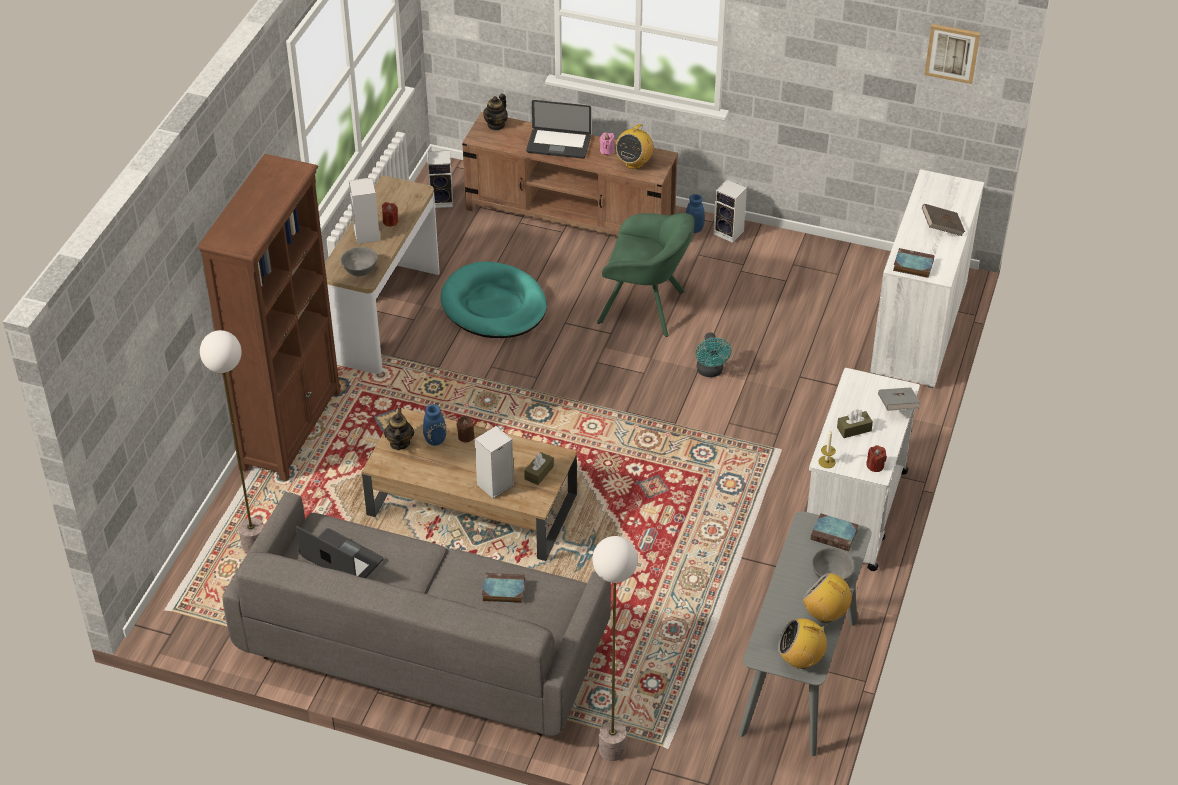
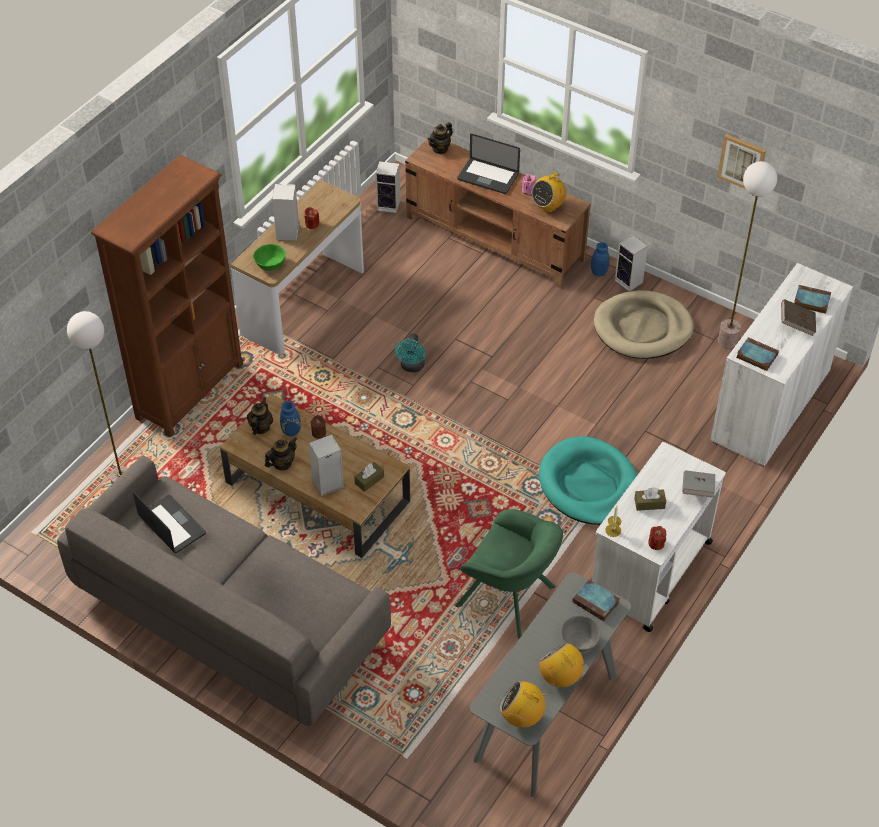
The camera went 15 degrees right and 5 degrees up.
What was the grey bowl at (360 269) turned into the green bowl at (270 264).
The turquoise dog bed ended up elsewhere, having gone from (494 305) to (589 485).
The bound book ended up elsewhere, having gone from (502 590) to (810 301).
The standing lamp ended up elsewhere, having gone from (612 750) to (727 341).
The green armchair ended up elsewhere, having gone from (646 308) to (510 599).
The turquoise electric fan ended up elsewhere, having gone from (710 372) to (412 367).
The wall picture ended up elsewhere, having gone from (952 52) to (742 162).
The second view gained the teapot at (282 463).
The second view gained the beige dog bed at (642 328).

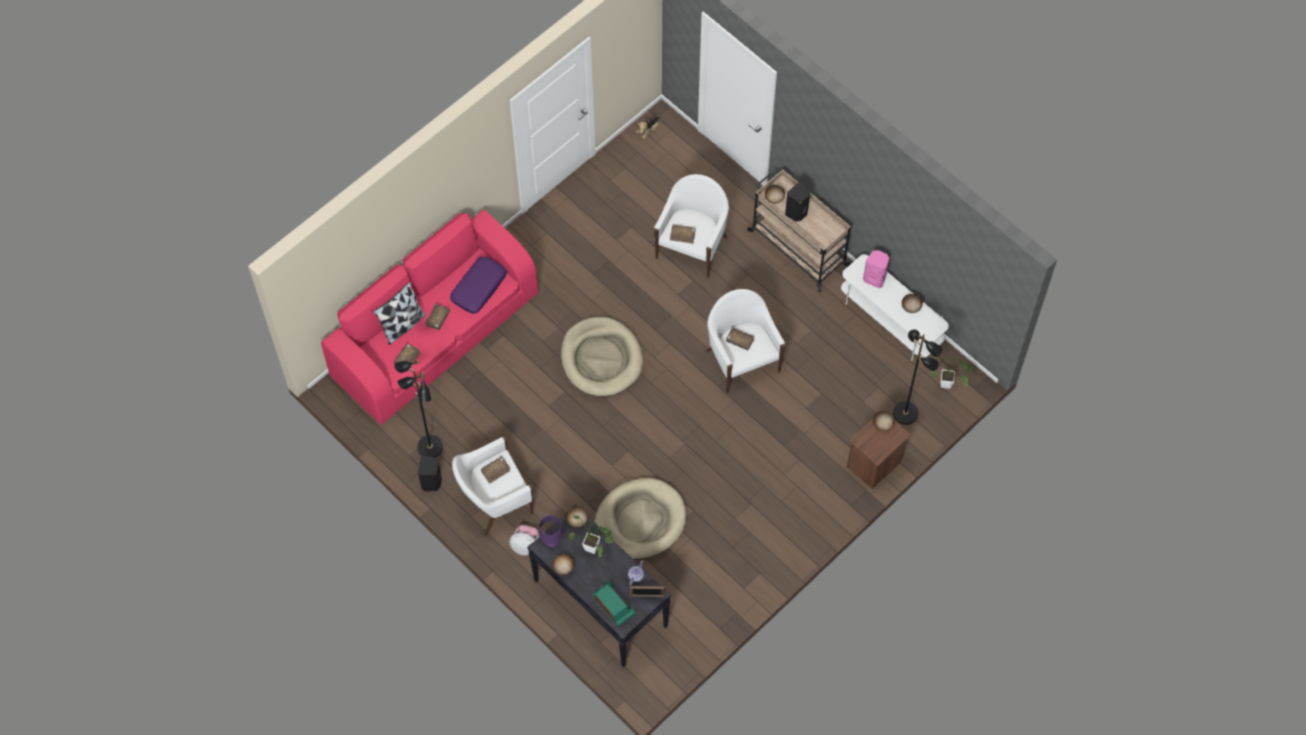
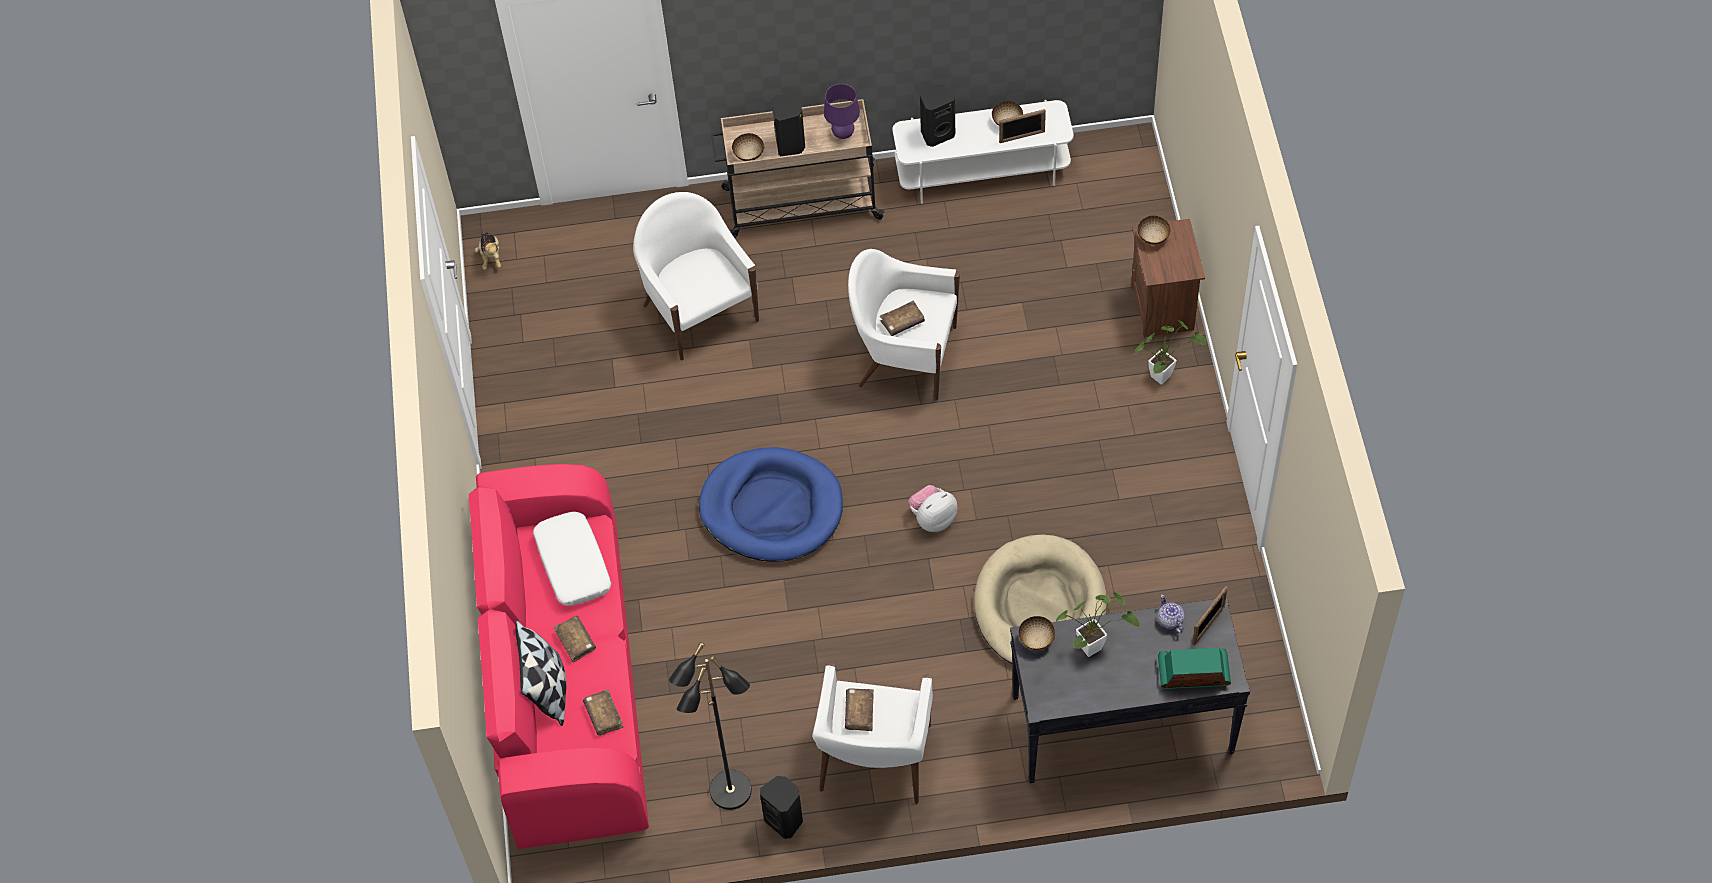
The camera went 50 degrees left and 5 degrees down.
What was the purple-coloured throw pillow at (478 288) turned into the white-coloured throw pillow at (572 564).
The cuddly toy ended up elsewhere, having gone from (525 545) to (933 518).
The purple-coloured table lamp ended up elsewhere, having gone from (552 542) to (843 134).
The second view lost the bowl at (563 568).
What was the beige dog bed at (601 359) turned into the bluish dog bed at (772 508).
The second view lost the brown bound book at (682 235).
What was the pink-coloured speaker at (875 278) turned into the black-coloured speaker at (937 133).
The second view lost the black-coloured standing lamp at (906 413).
The houseplant ended up elsewhere, having gone from (948 384) to (1164 374).
The second view gained the standing frame at (1022 137).

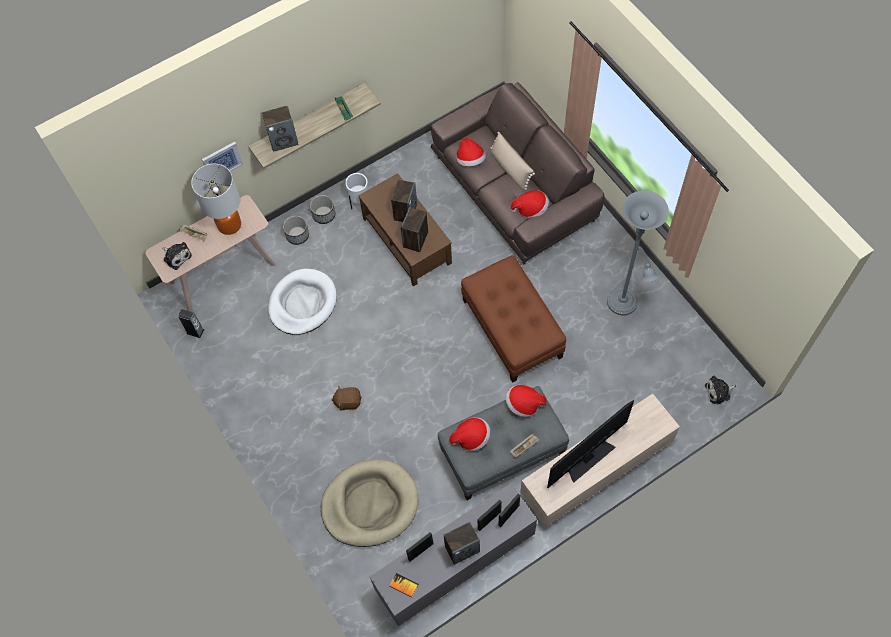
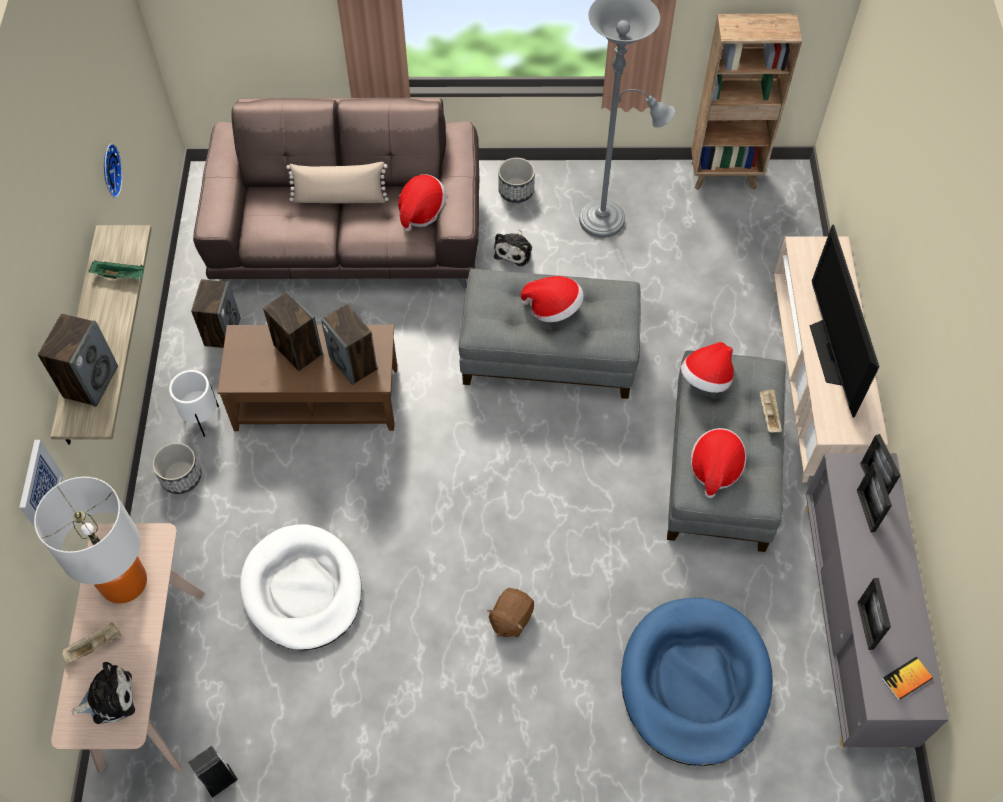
The camera went 60 degrees left and 5 degrees down.
The flower pot ended up elsewhere, having gone from (298 235) to (516 190).
What was the beige dog bed at (370 504) turned into the bluish dog bed at (695 682).
The speaker ended up elsewhere, having gone from (462 549) to (222 331).
The clothing hat ended up elsewhere, having gone from (470 160) to (553 308).
What was the brown ottoman at (512 328) turned into the grey ottoman at (549 352).
The cuddly toy ended up elsewhere, having gone from (719 391) to (514 250).
The second view gained the clock on the wall at (109 170).
The second view gained the brown shelving unit at (725 175).

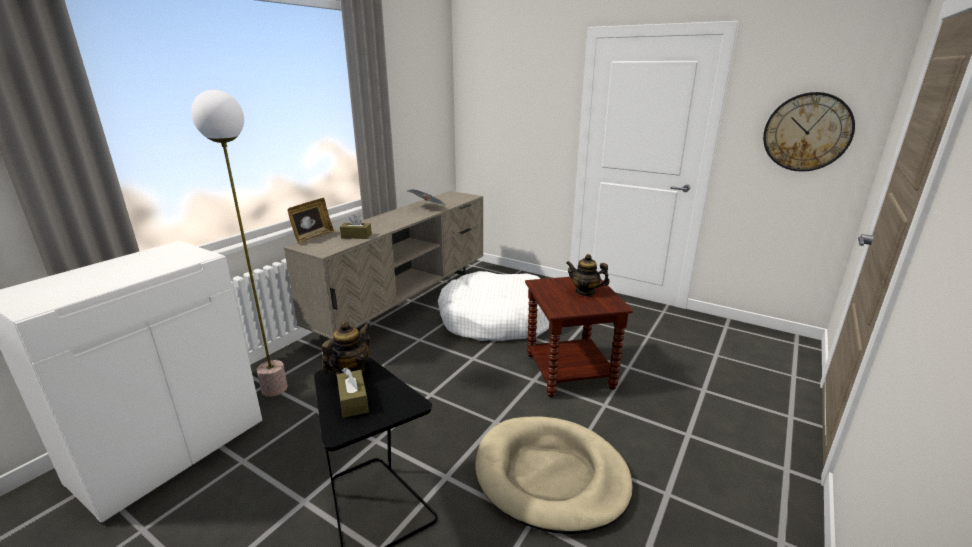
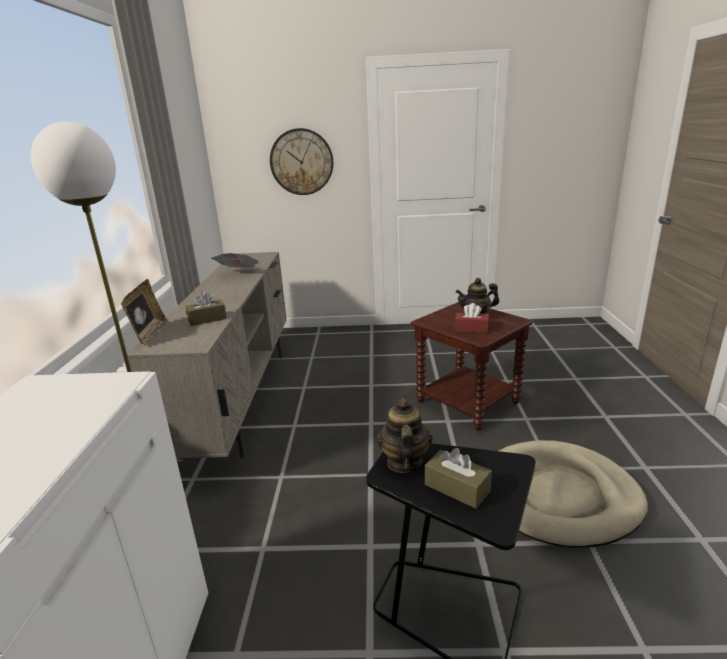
The camera went 30 degrees left and 0 degrees up.
The second view lost the white-coloured dog bed at (496 320).
The clock on the wall ended up elsewhere, having gone from (807 132) to (301 162).
The second view gained the red-coloured tissue box at (471 329).

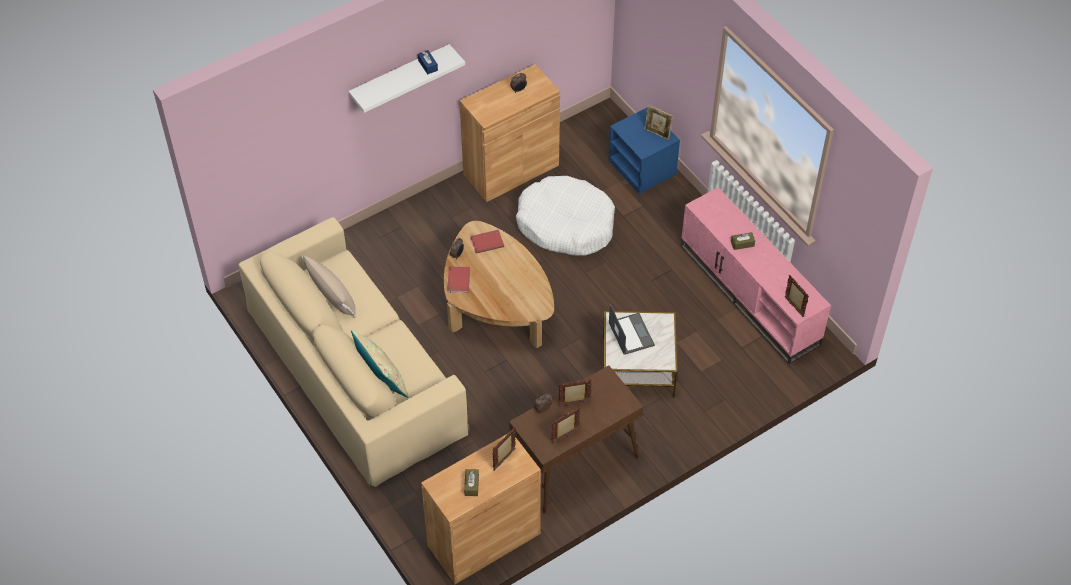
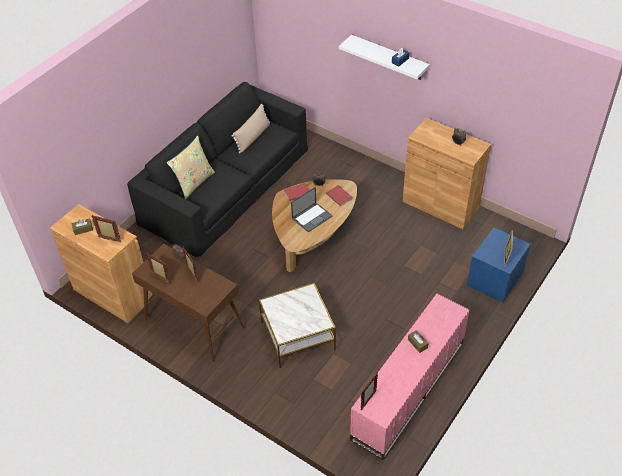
The camera went 70 degrees right and 5 degrees down.
What was the beige settee at (355 369) turned into the black-coloured settee at (225 184).
The second view lost the white-coloured dog bed at (565 224).
The notebook computer ended up elsewhere, having gone from (630 333) to (312 217).

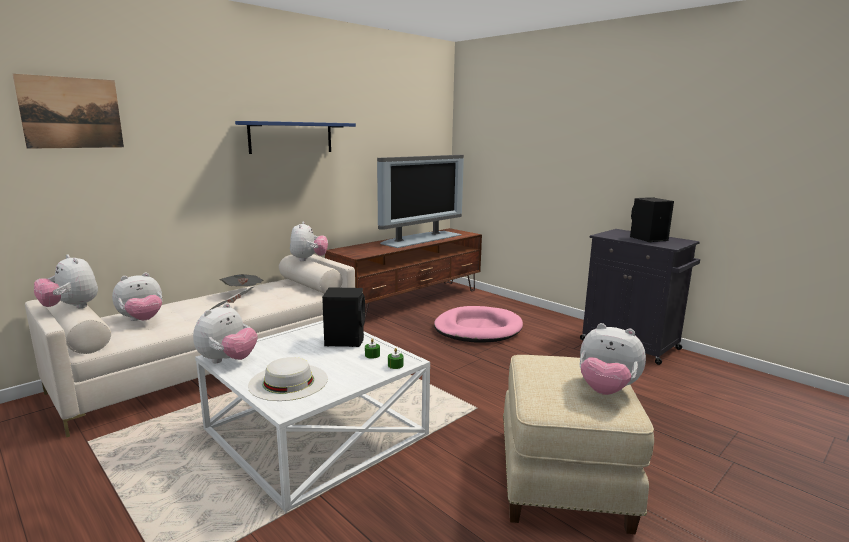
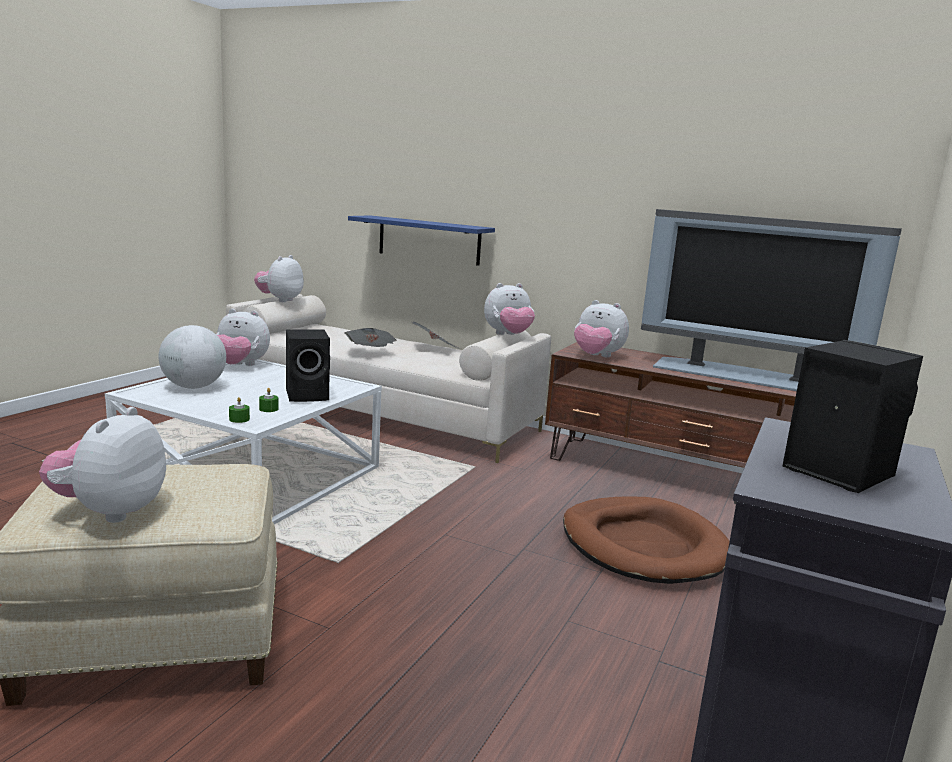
The camera went 70 degrees right and 0 degrees up.
The second view lost the wall picture at (72 113).
The cuddly toy ended up elsewhere, having gone from (142 320) to (597 356).
The bluish wall shelf ended up elsewhere, having gone from (291 137) to (429 240).
Where the white-coloured clothing hat stood at (288 381), the world globe came to stand at (193 387).
What was the pink-coloured dog bed at (478 329) turned into the brown dog bed at (643 545).

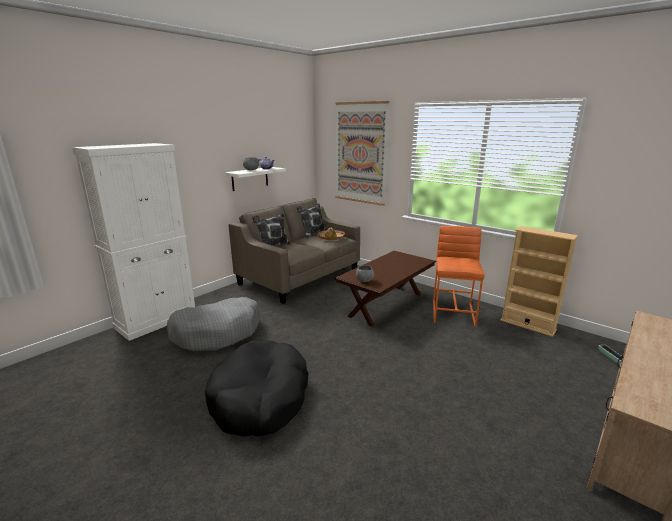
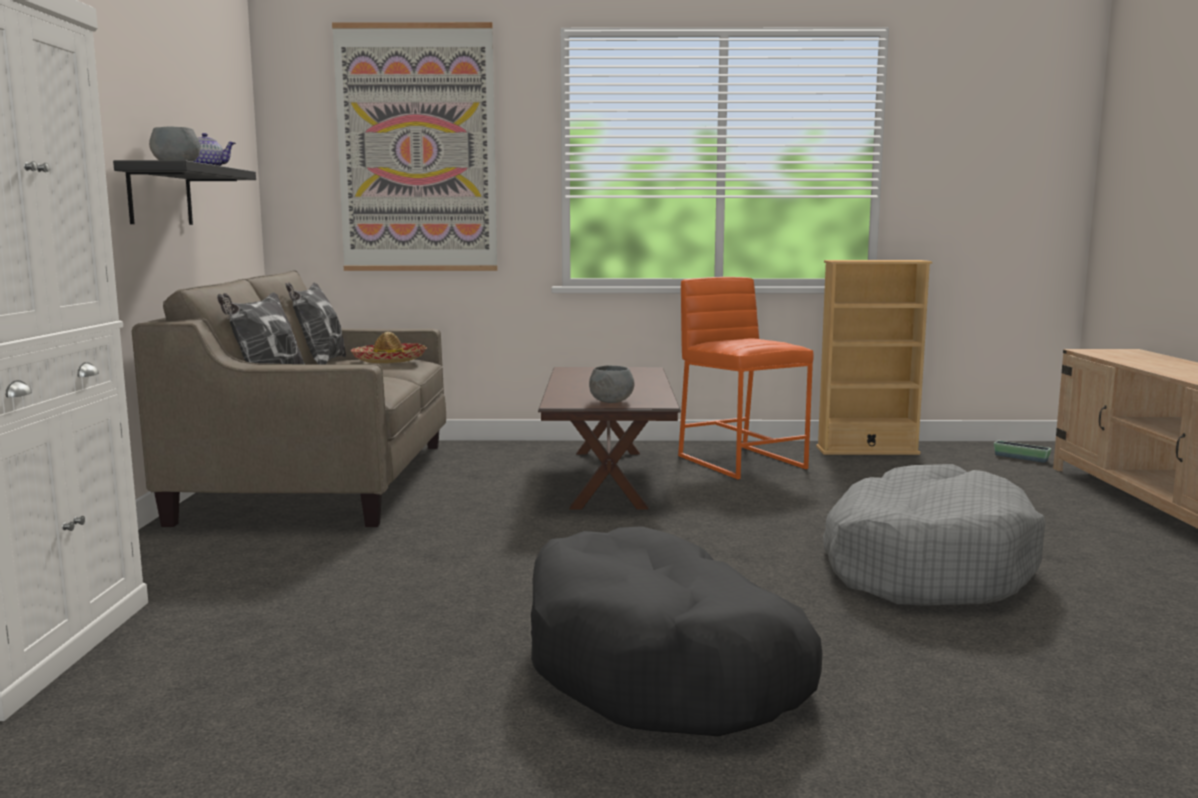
The camera went 40 degrees left and 10 degrees down.
The grey dog bed ended up elsewhere, having gone from (217 332) to (924 565).
What was the white-coloured wall shelf at (250 178) turned into the black-coloured wall shelf at (160 195).

